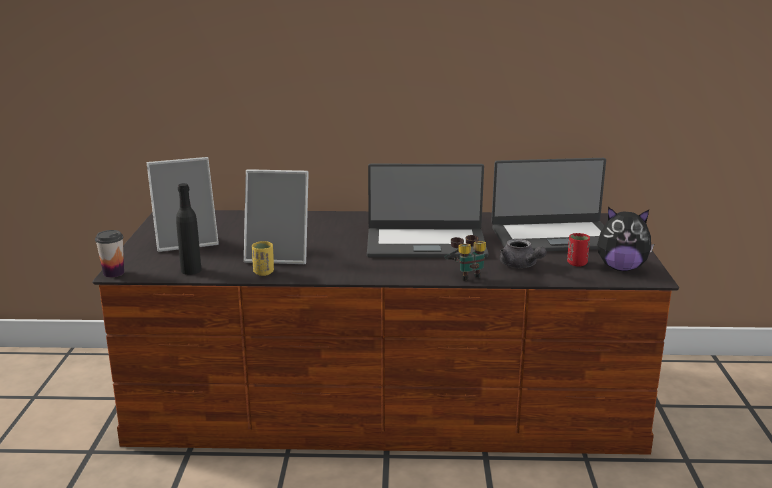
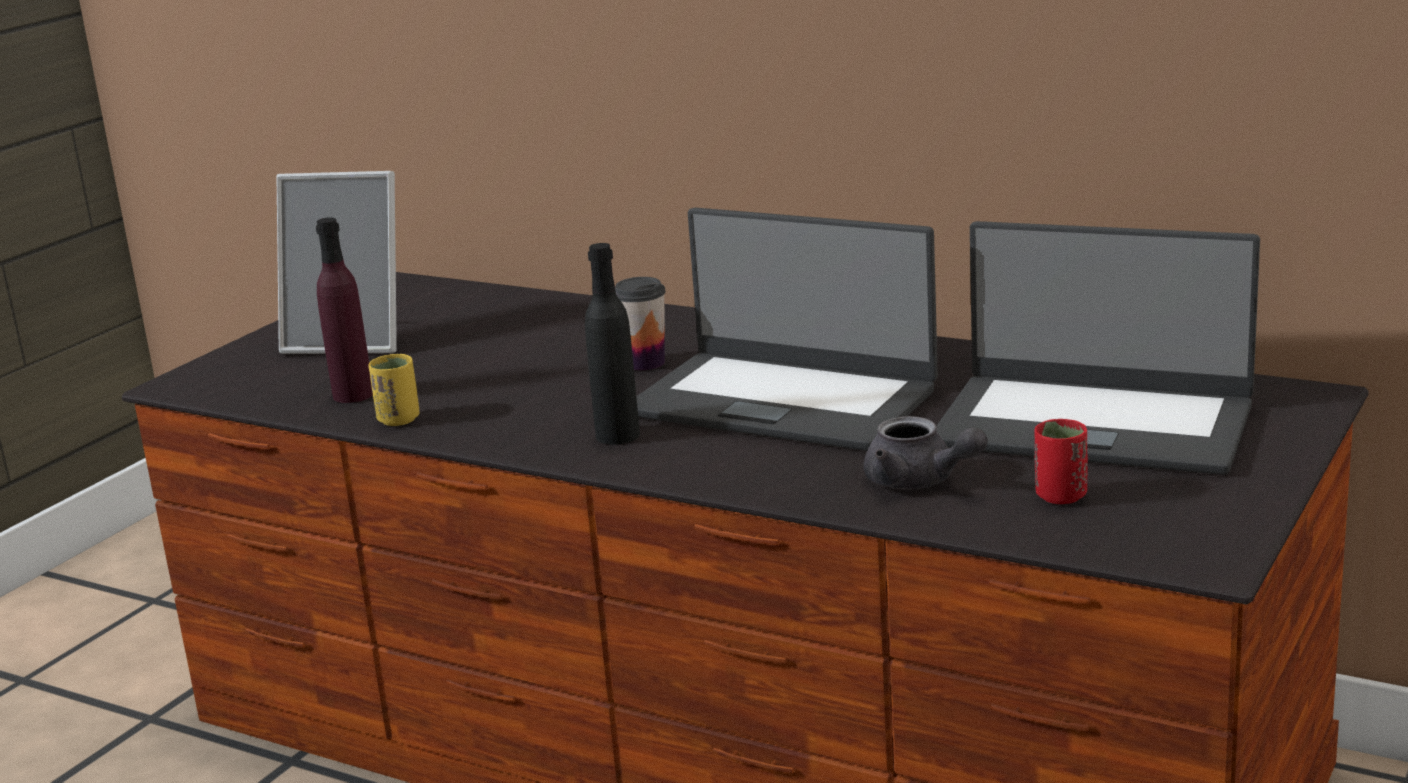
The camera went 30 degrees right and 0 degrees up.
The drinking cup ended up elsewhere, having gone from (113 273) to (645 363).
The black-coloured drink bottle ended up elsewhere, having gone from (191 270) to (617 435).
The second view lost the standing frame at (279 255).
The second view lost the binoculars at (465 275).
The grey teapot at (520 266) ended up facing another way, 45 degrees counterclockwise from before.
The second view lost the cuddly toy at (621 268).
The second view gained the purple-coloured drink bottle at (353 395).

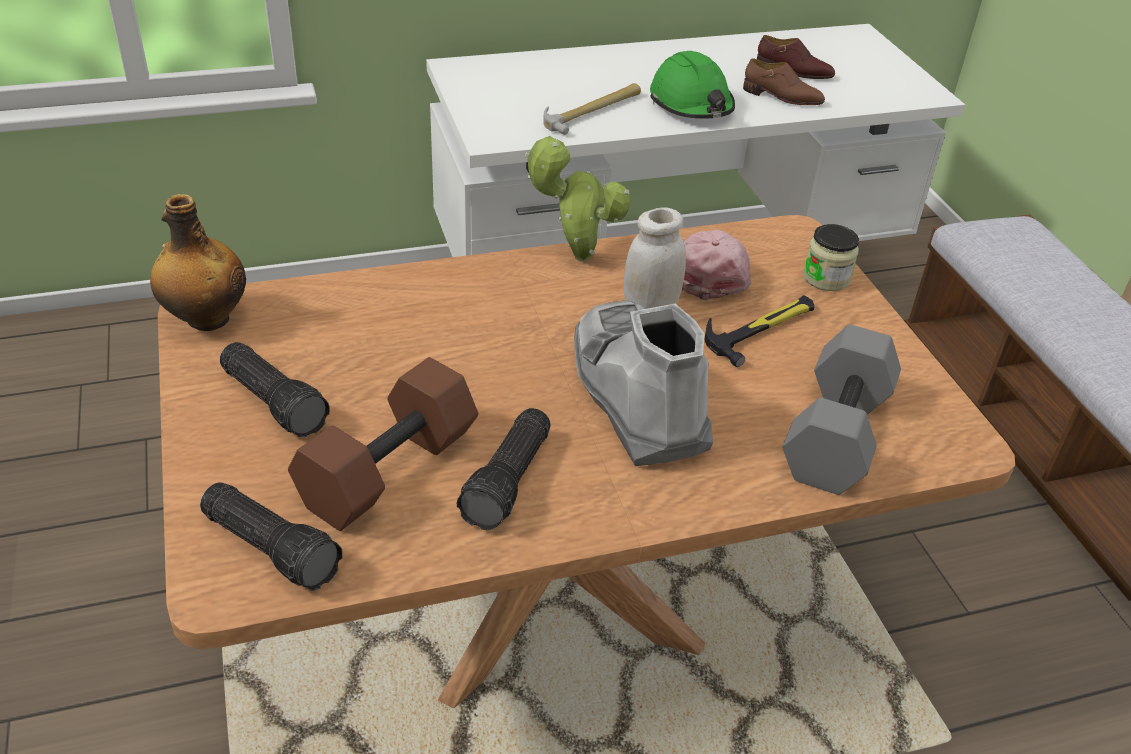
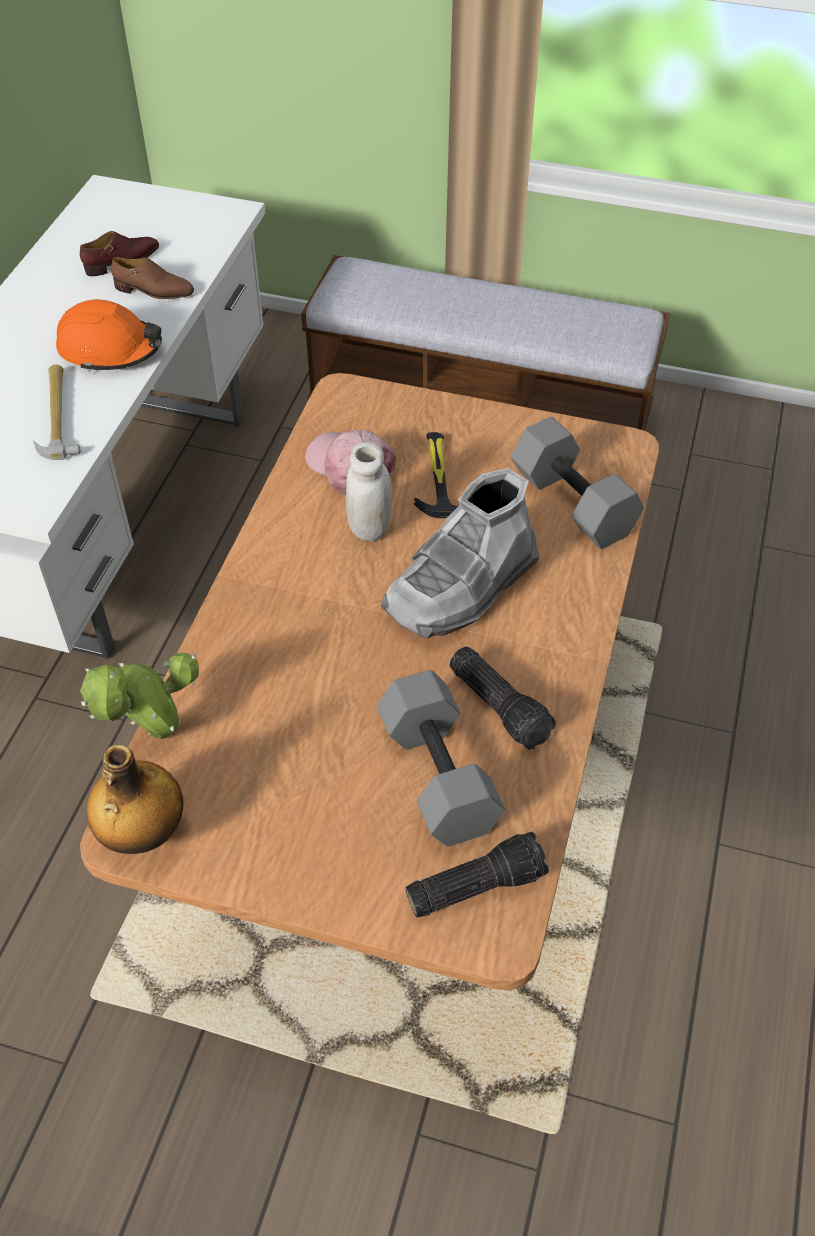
The camera went 55 degrees left and 10 degrees up.
The second view lost the hand torch at (276 401).
What was the brown hand weight at (387 467) turned into the grey hand weight at (435 775).
The houseplant ended up elsewhere, having gone from (575 256) to (155 737).
The grey high-top boot at (636 397) ended up facing another way, 60 degrees counterclockwise from before.
What was the green work helmet at (691 104) turned into the orange work helmet at (110 349).
The brown low shoe at (782 97) ended up facing another way, 45 degrees clockwise from before.
The second view lost the jar at (826 278).

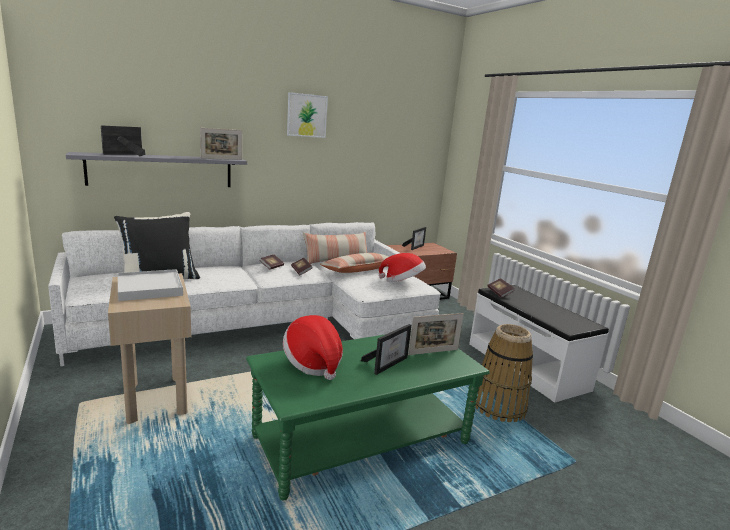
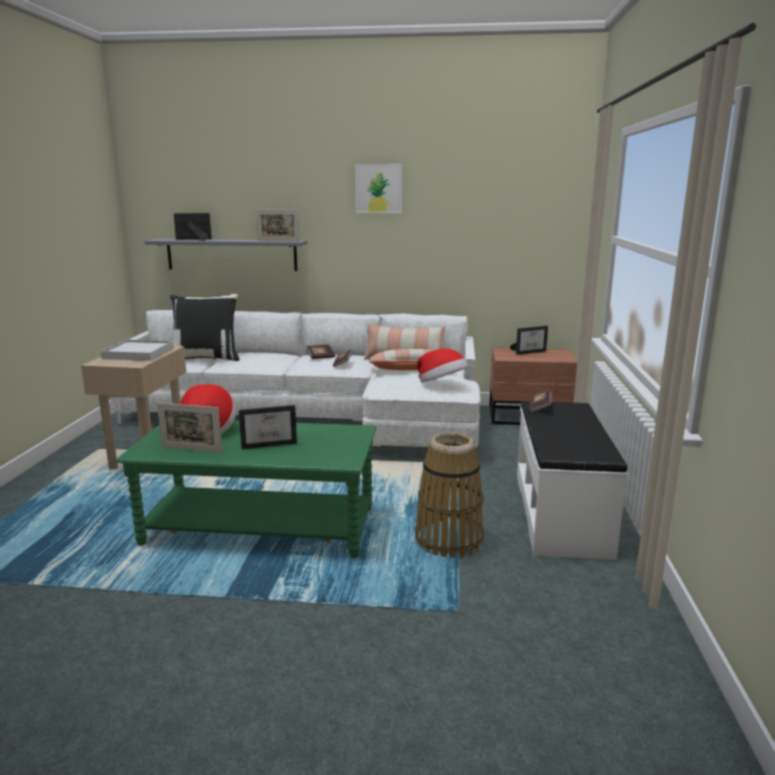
The camera went 35 degrees right and 0 degrees up.
The standing frame ended up elsewhere, having gone from (433 352) to (191 450).

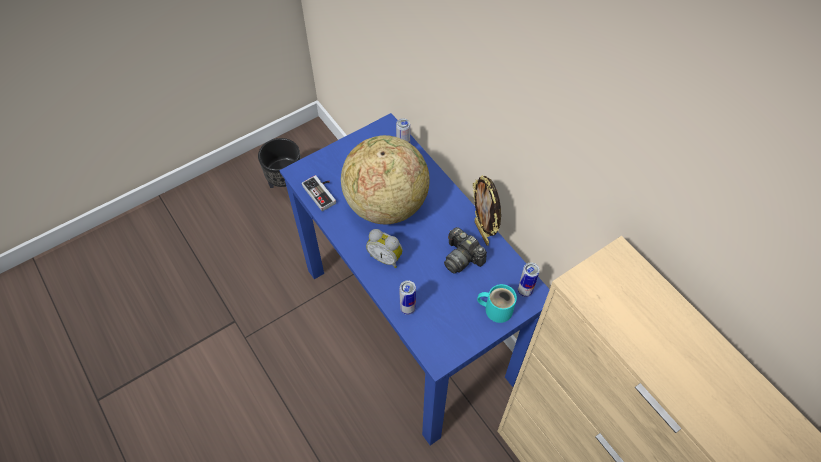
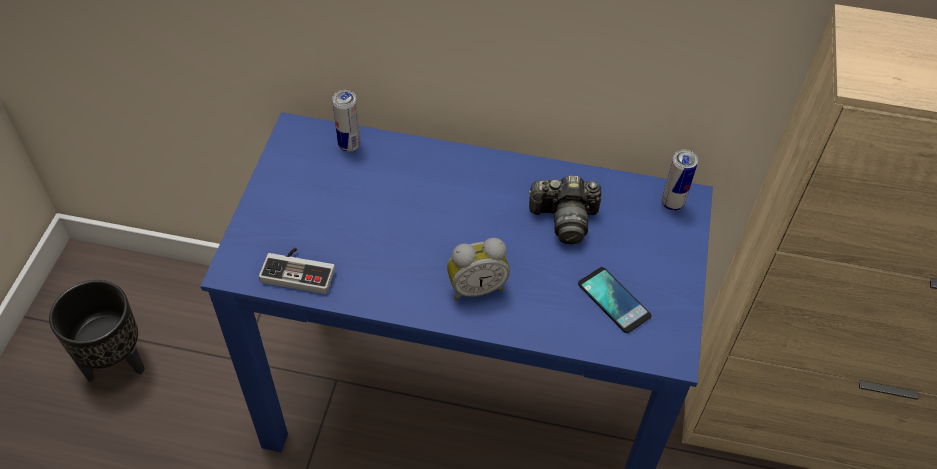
The camera went 45 degrees left and 5 degrees down.
The second view lost the world globe at (386 204).
The second view lost the can at (407 308).
The second view lost the standing frame at (482 232).
The second view lost the turquoise tea mug at (496 308).
The second view gained the handset at (614 300).

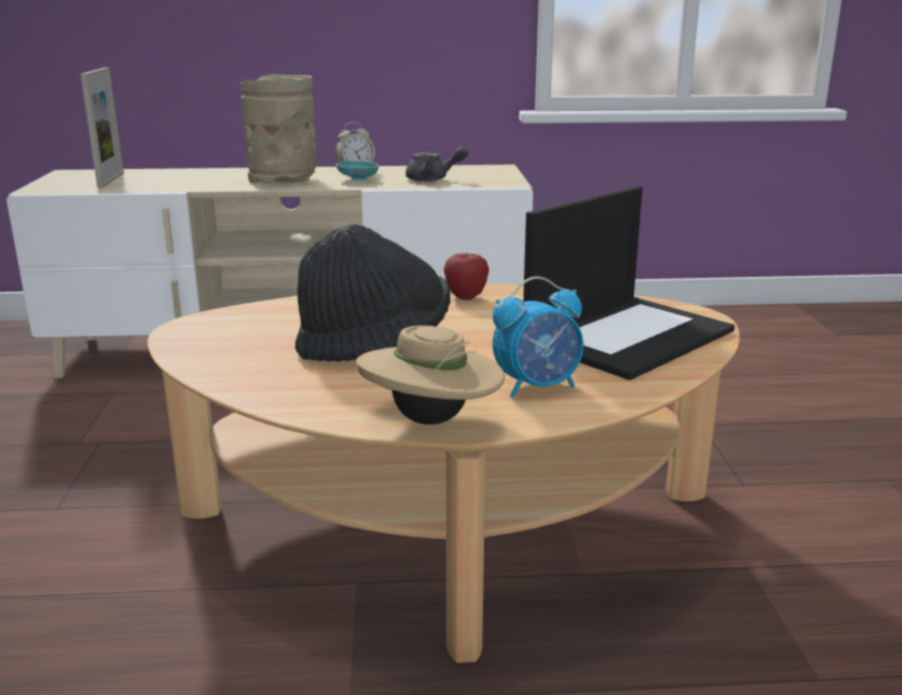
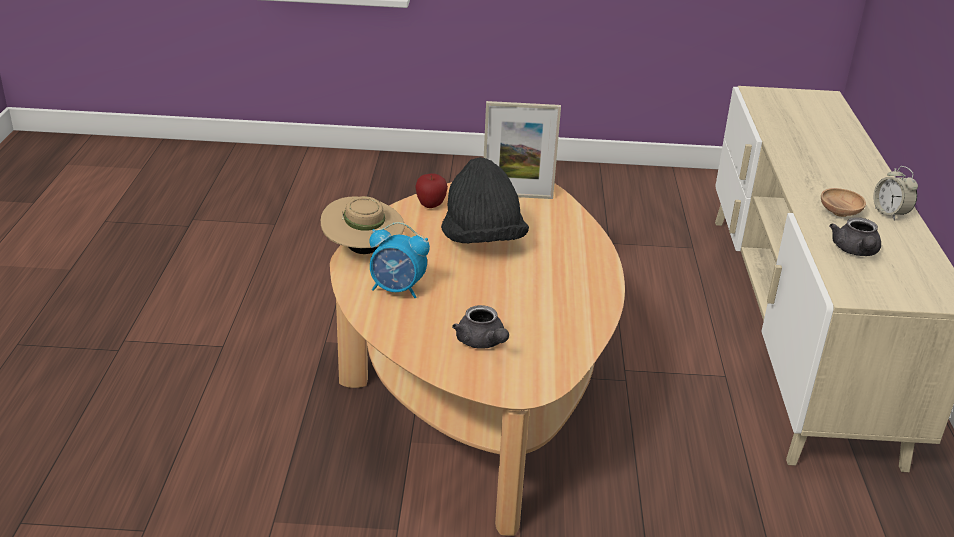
The camera went 95 degrees right and 10 degrees up.
The standing frame ended up elsewhere, having gone from (111 180) to (517 196).
The second view lost the beige vase at (284 179).
What was the turquoise bowl at (357 179) turned into the brown bowl at (840 212).
The whole apple ended up elsewhere, having gone from (466 297) to (431 205).
The table clock at (538 387) ended up facing another way, 60 degrees counterclockwise from before.
Where the notebook computer stood at (628 335), the grey teapot came to stand at (482 343).

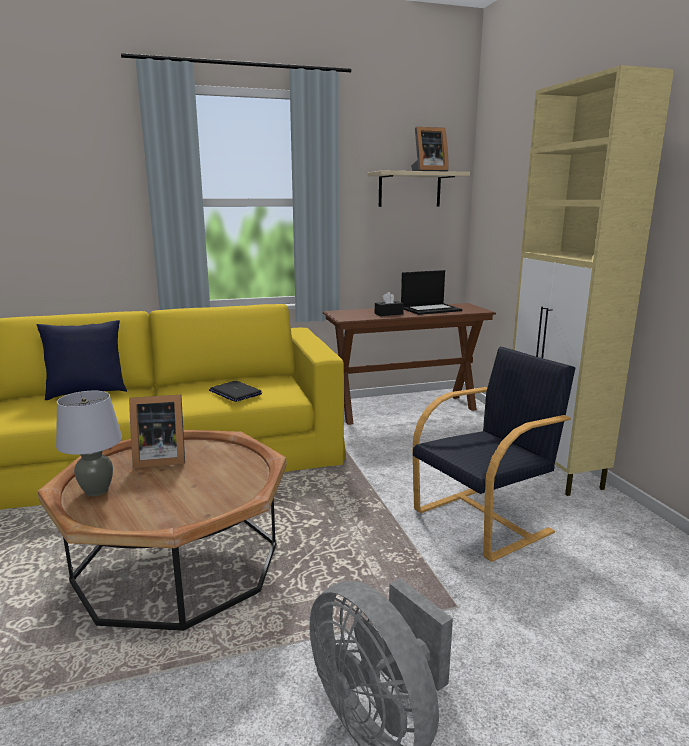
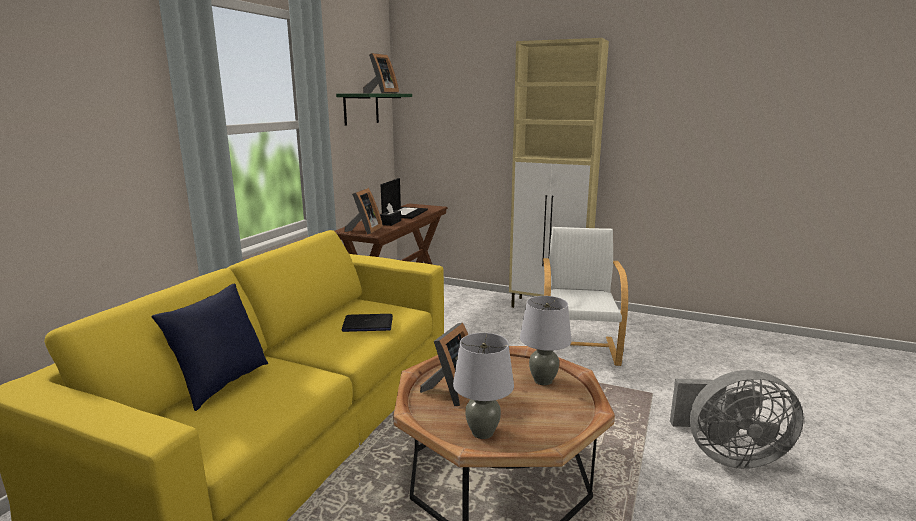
The camera went 50 degrees left and 0 degrees up.
What was the beige wall shelf at (409 189) turned into the green wall shelf at (361 108).
What was the black-coloured armchair at (484 521) turned into the white-coloured armchair at (578 348).
The second view gained the standing frame at (364 230).
The second view gained the grey table lamp at (543 380).

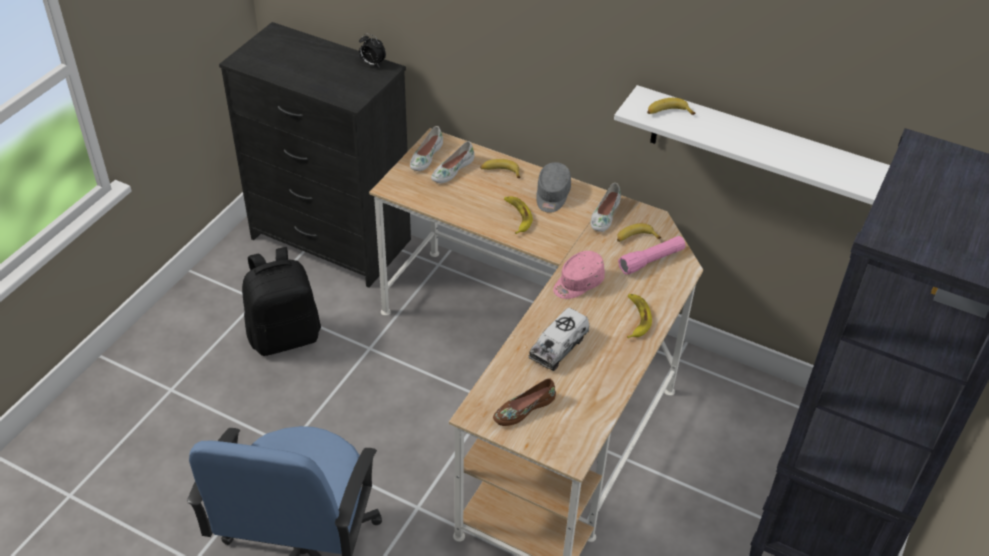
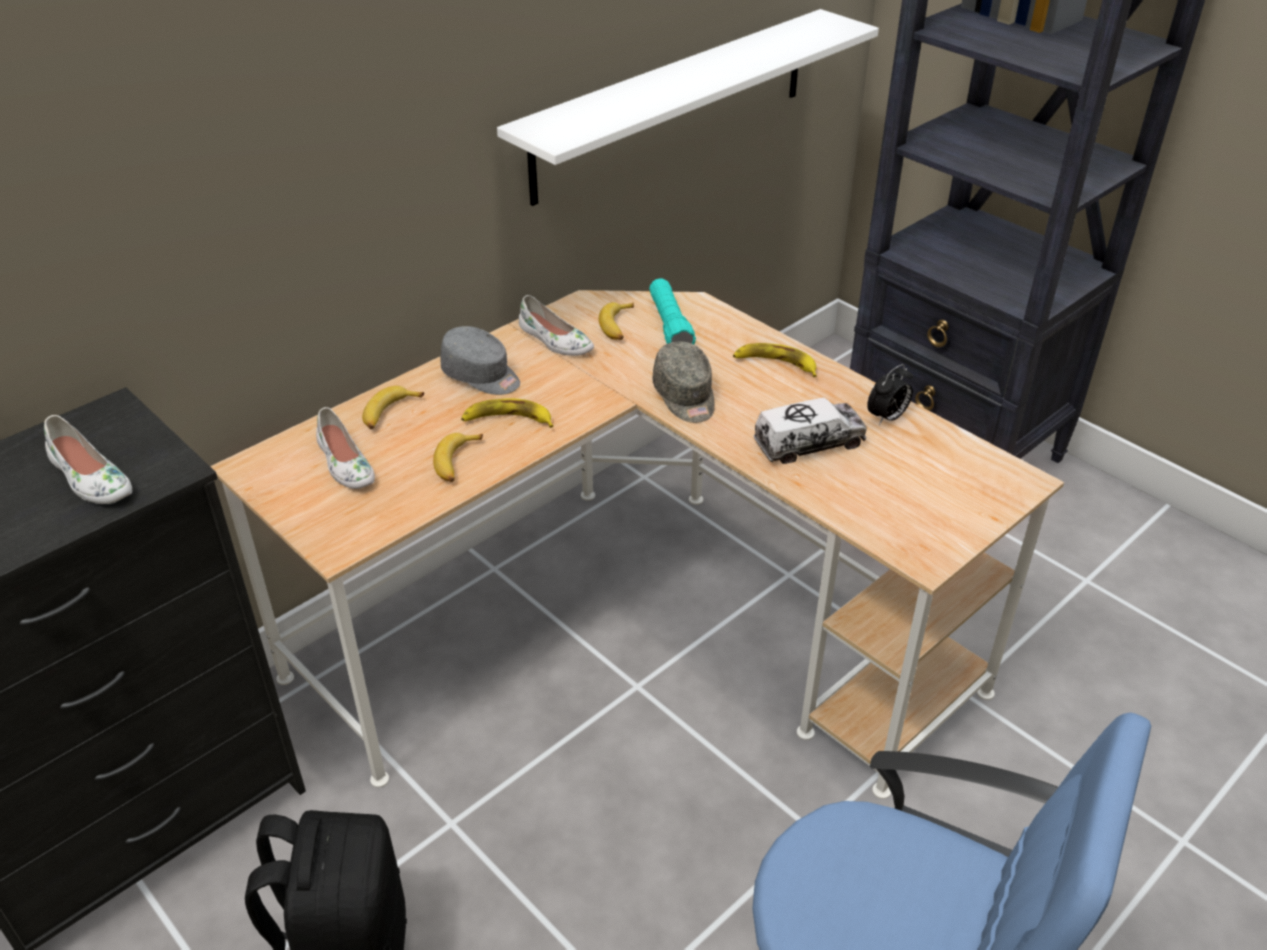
The camera went 70 degrees left and 5 degrees down.
The table clock ended up elsewhere, having gone from (372 64) to (887 418).
The white-coloured low shoe ended up elsewhere, having gone from (425 156) to (90 478).
The second view lost the brown low shoe at (523 408).
The toy lorry at (558 347) ended up facing another way, 75 degrees counterclockwise from before.
What was the pink-coloured baseball cap at (577 283) turned into the grey baseball cap at (685 397).
What was the pink-coloured hand torch at (651 261) turned into the turquoise hand torch at (670 325).
The banana ended up elsewhere, having gone from (668 113) to (457 463).

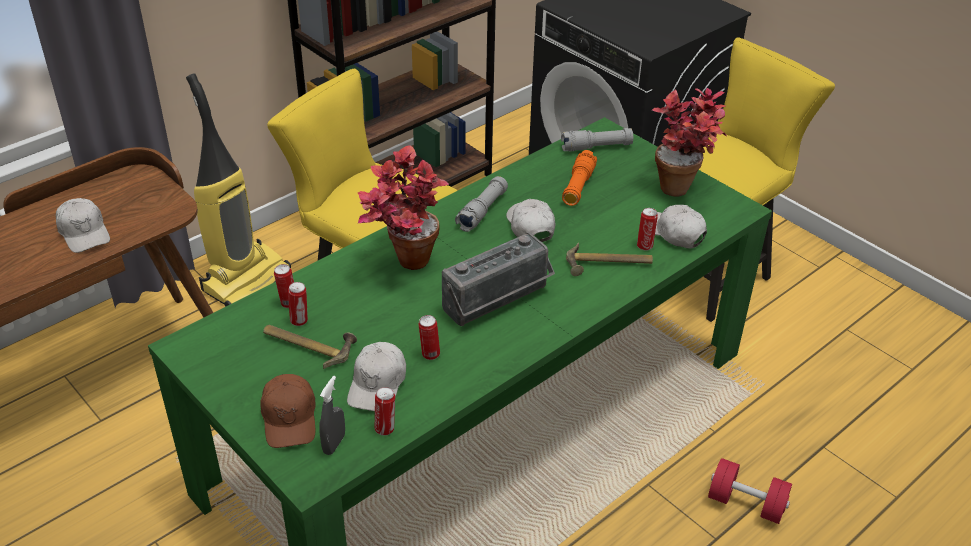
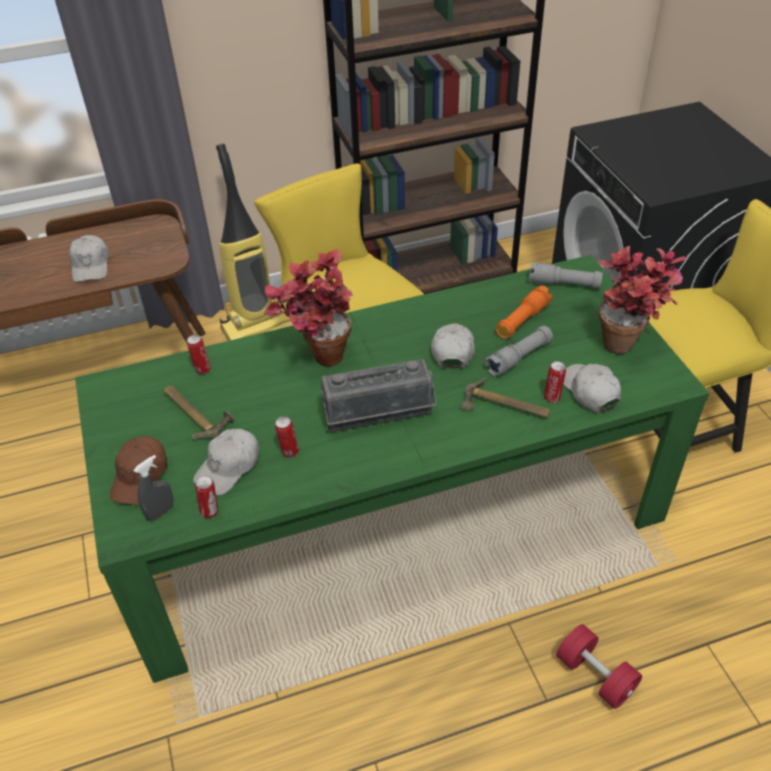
The camera went 25 degrees right and 5 degrees up.
The second view lost the can at (300 321).
The grey hand torch ended up elsewhere, having gone from (482 211) to (518 358).

